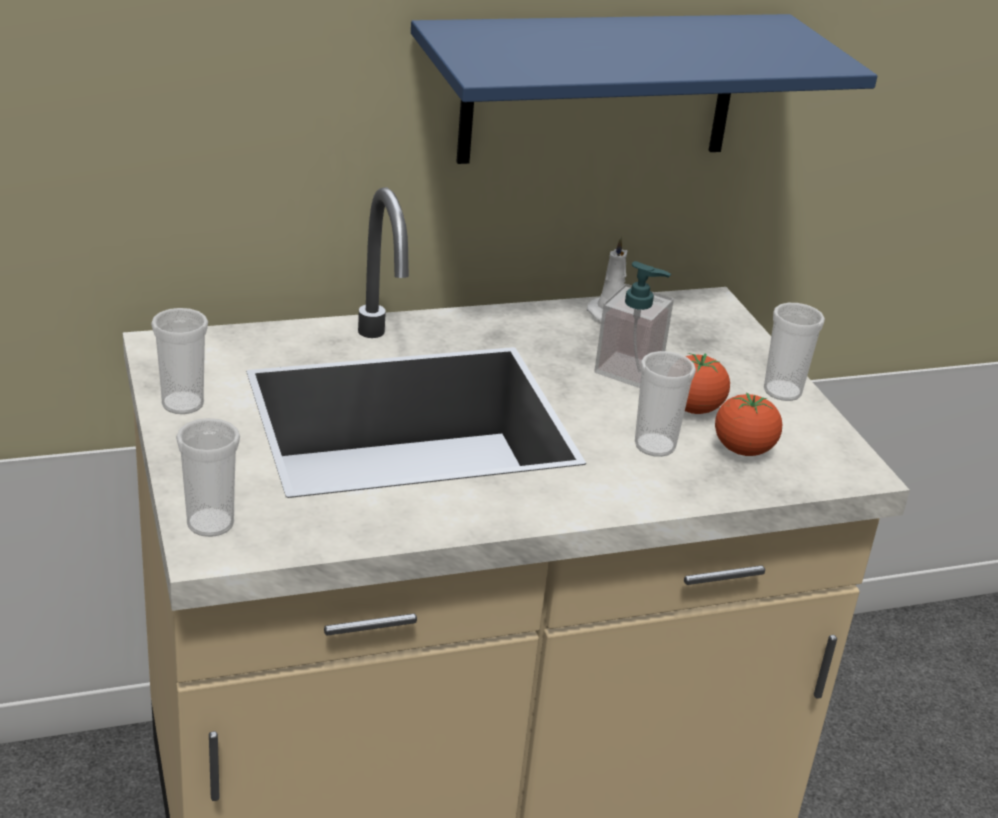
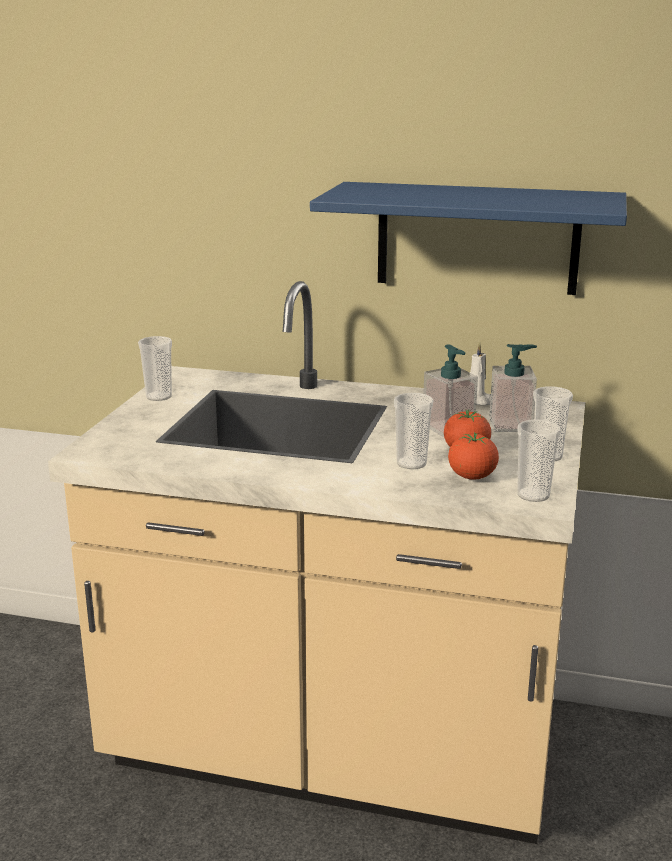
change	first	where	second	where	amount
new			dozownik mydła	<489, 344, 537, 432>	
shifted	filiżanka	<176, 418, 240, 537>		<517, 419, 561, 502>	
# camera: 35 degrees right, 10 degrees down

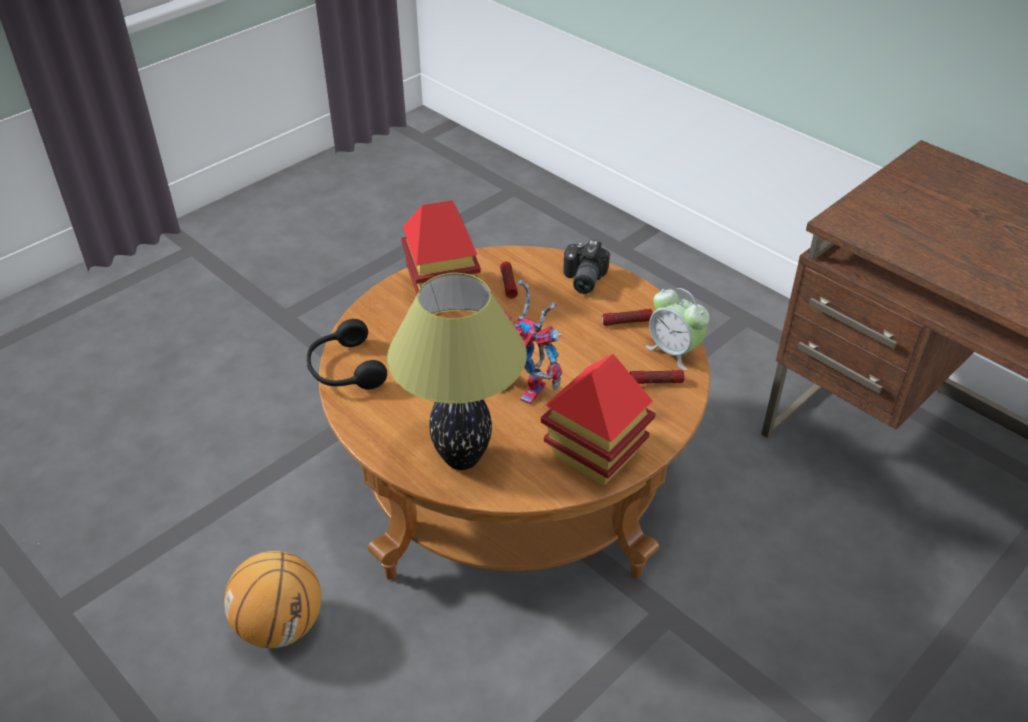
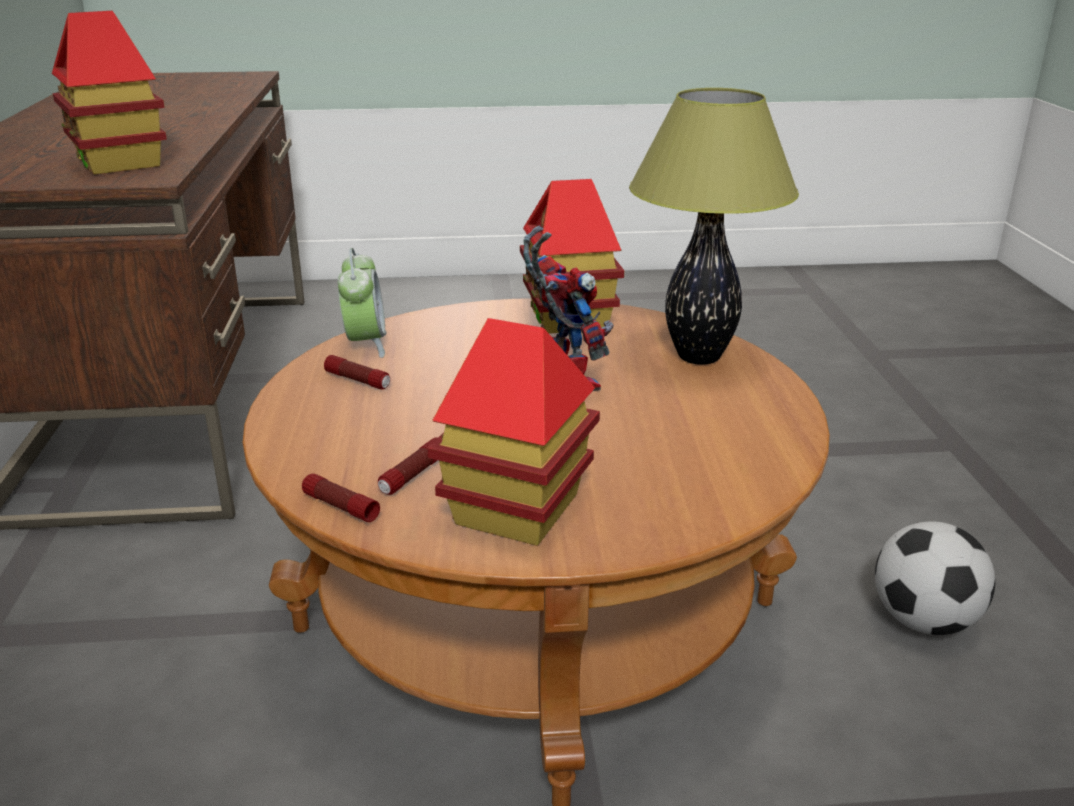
change	first	where	second	where	amount
new			domek	<52, 11, 167, 175>	
shifted	latarka	<630, 370, 684, 384>		<302, 474, 380, 522>	
swapped	piłka do koszykówki	<224, 551, 321, 648>	piłka futbolowa	<875, 521, 995, 635>	
gone	słuchawki [czarny]	<307, 319, 387, 389>			
gone	aparat fotograficzny	<564, 240, 610, 294>			
# camera: 140 degrees left, 15 degrees down

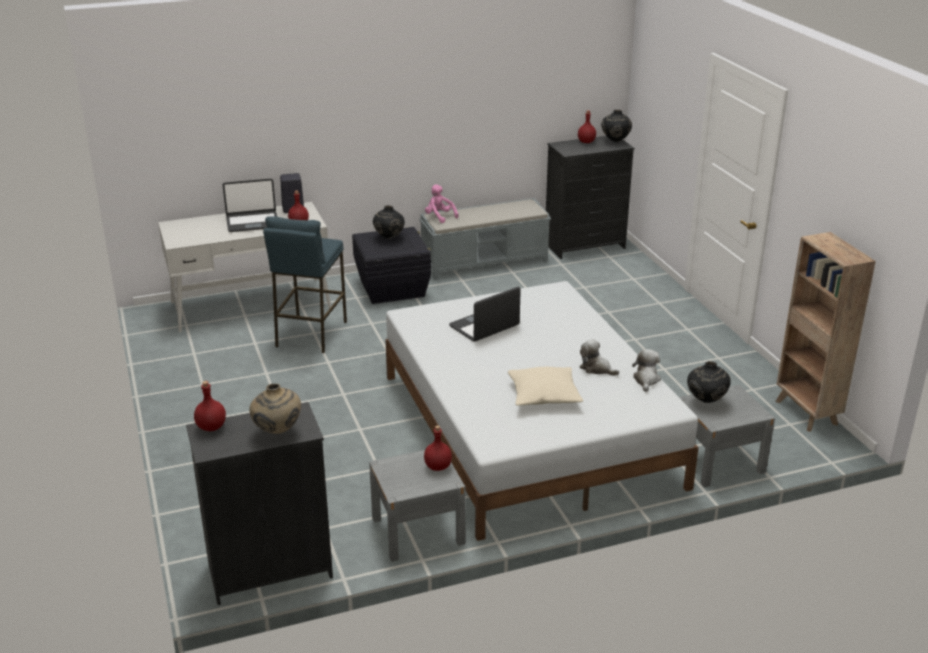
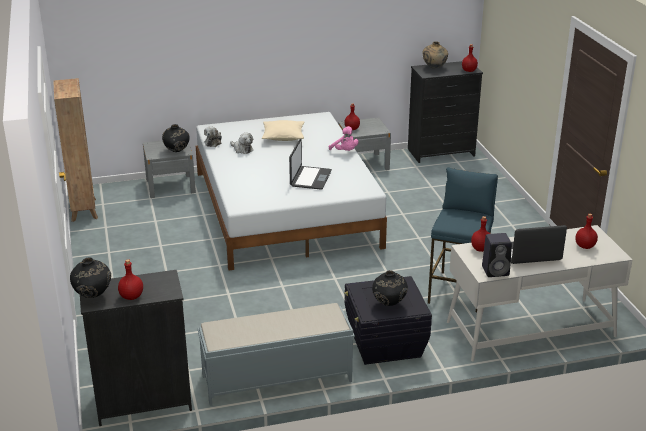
change	first	where	second	where	amount
rotated	laptop	<449, 287, 521, 341>		<289, 139, 332, 190>	45 degrees counterclockwise
shifted	pluszak [różowy]	<425, 184, 459, 223>		<329, 126, 358, 151>	
new			butelka [czerwony]	<575, 214, 598, 249>	
# camera: 175 degrees left, 0 degrees up

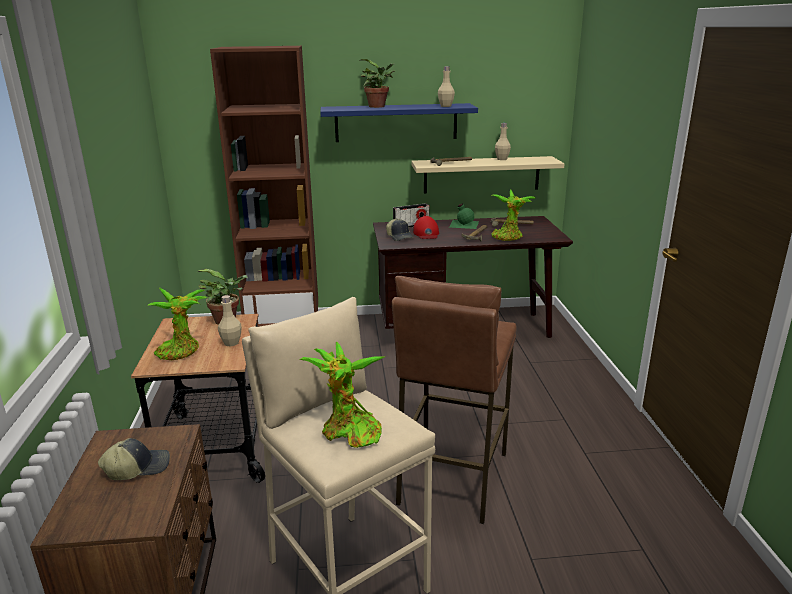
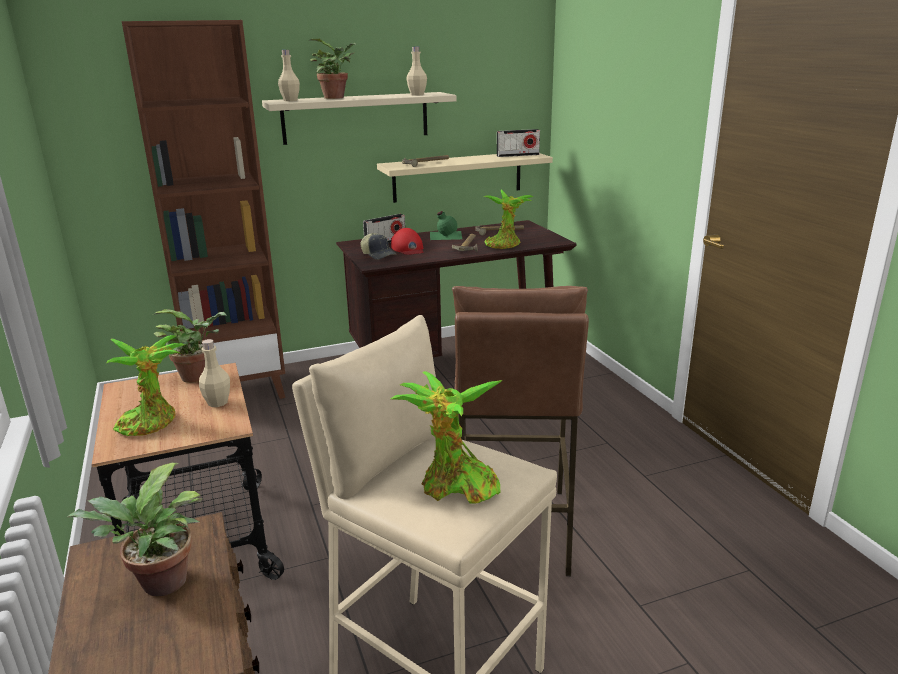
change	first	where	second	where	amount
swapped	czapka z daszkiem	<98, 438, 170, 480>	roślina doniczkowa	<66, 463, 202, 596>	
repainted	półka [niebieski]	<320, 103, 478, 142>	półka [beżowy]	<262, 92, 457, 145>	
shifted	butelka [beżowy]	<495, 123, 511, 160>		<278, 50, 300, 101>	
new			radio	<497, 129, 540, 157>	
# camera: 15 degrees left, 0 degrees up

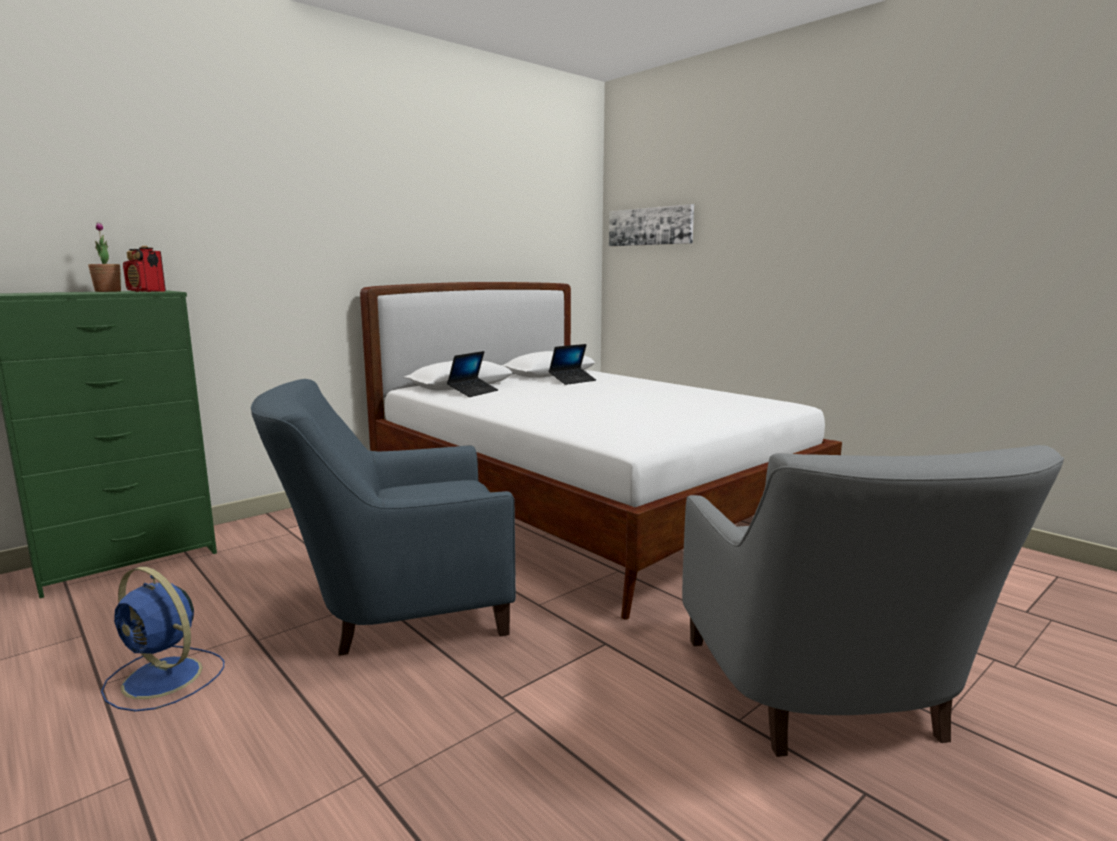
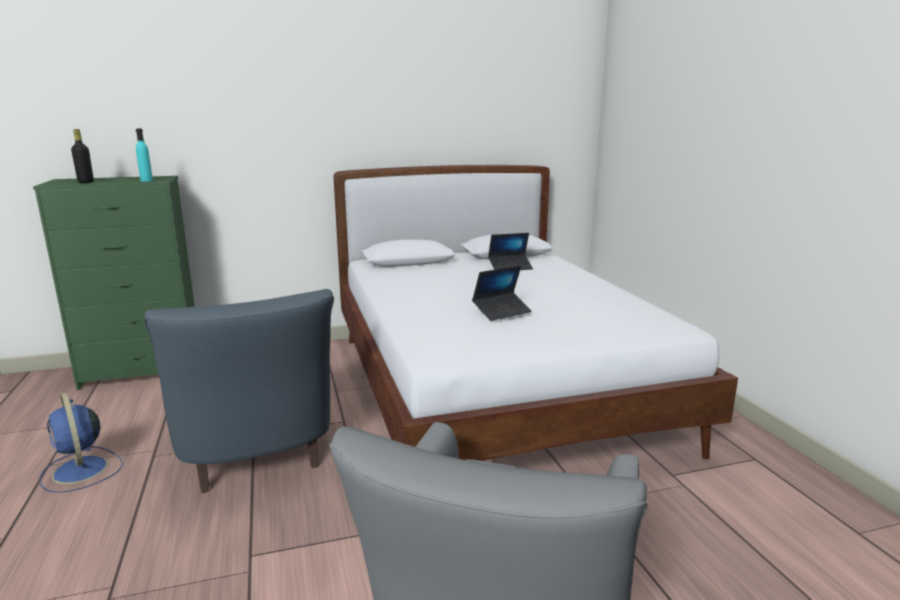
change	first	where	second	where	amount
new			butelka [czarny]	<71, 129, 94, 183>	
swapped	radio	<123, 246, 166, 292>	butelka [turkusowy]	<136, 129, 153, 182>	
rotated	fotel [niebieski]	<251, 379, 516, 656>		<145, 289, 334, 493>	120 degrees counterclockwise
shifted	laptop	<447, 351, 498, 397>		<472, 265, 532, 321>	
gone	roślina doniczkowa	<88, 222, 121, 292>			
gone	obraz	<609, 204, 694, 246>			
# camera: 25 degrees right, 5 degrees up

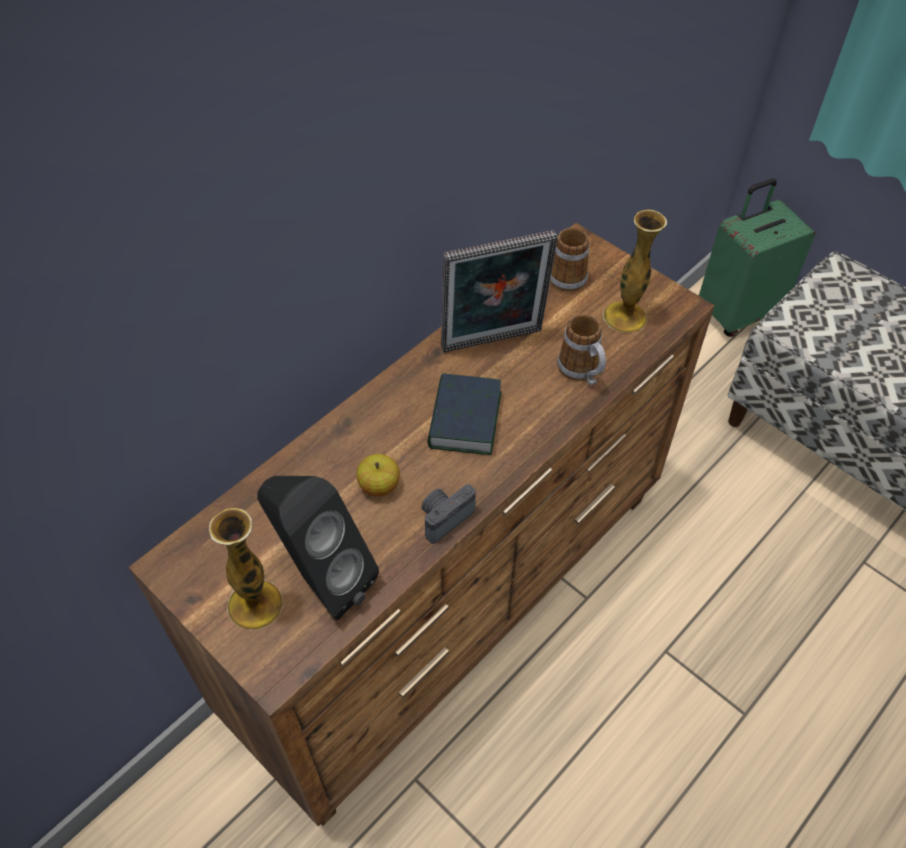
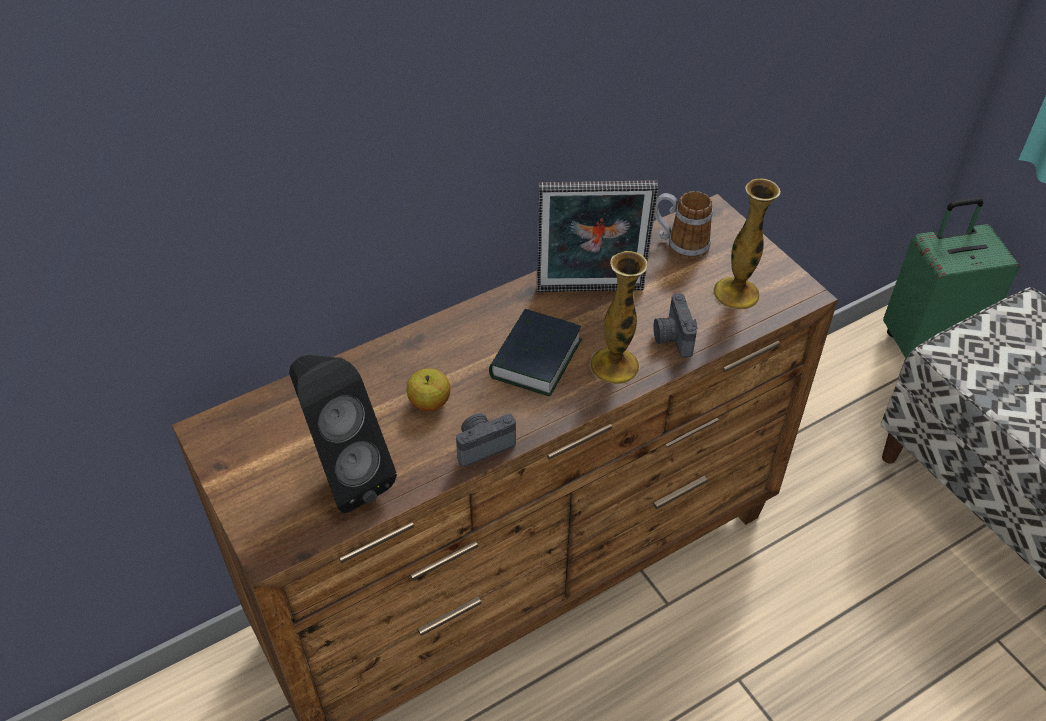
change	first	where	second	where	amount
shifted	wazon	<209, 508, 283, 630>		<589, 251, 647, 384>	
swapped	kubek	<557, 314, 606, 385>	aparat fotograficzny	<654, 293, 697, 358>	
# camera: 15 degrees right, 5 degrees down

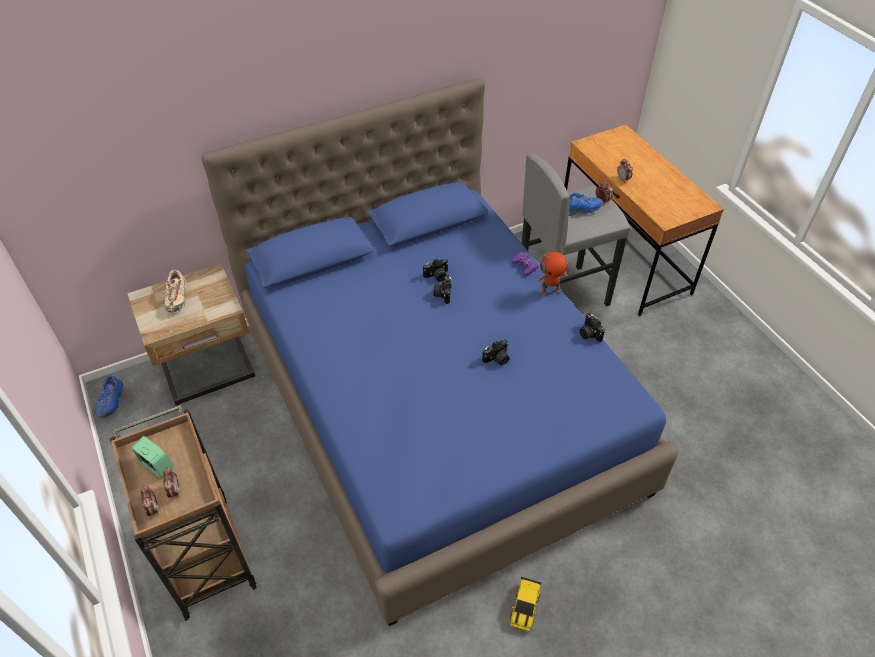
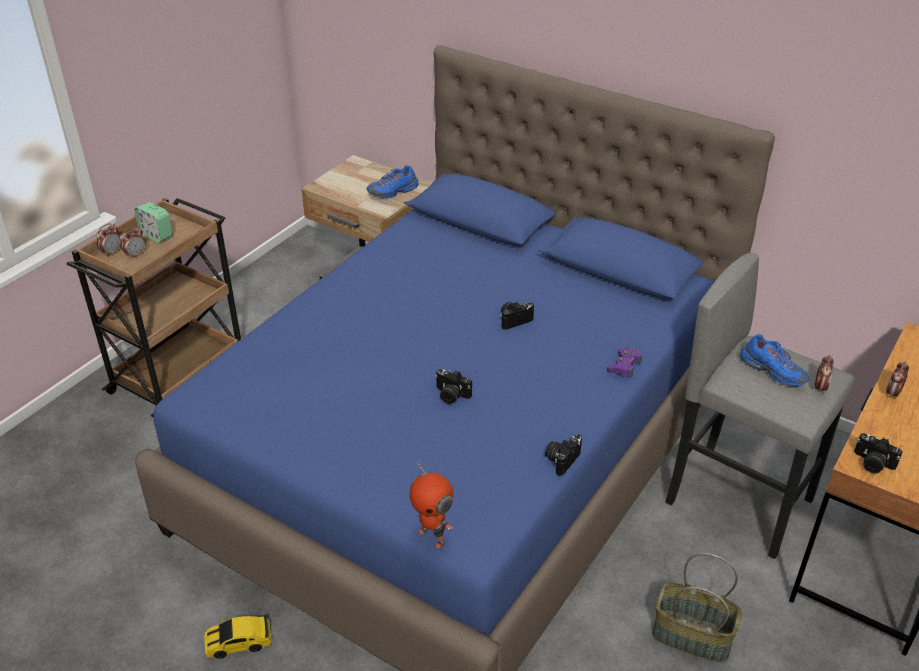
change	first	where	second	where	amount
rotated	budzik	<131, 436, 174, 478>		<134, 202, 173, 243>	120 degrees clockwise
shifted	but [niebieski]	<96, 376, 123, 418>		<366, 165, 418, 199>	
shifted	robot zabawkowy	<537, 252, 568, 296>		<410, 461, 453, 548>	
new			koszyk	<652, 553, 742, 662>	
shifted	aparat fotograficzny	<423, 259, 449, 282>		<854, 433, 903, 474>	
gone	but [beżowy]	<164, 270, 186, 312>			
# camera: 60 degrees right, 10 degrees down

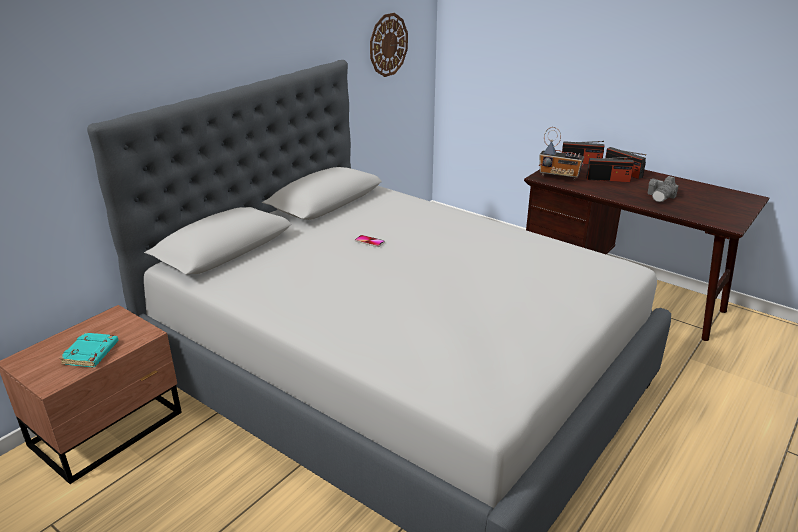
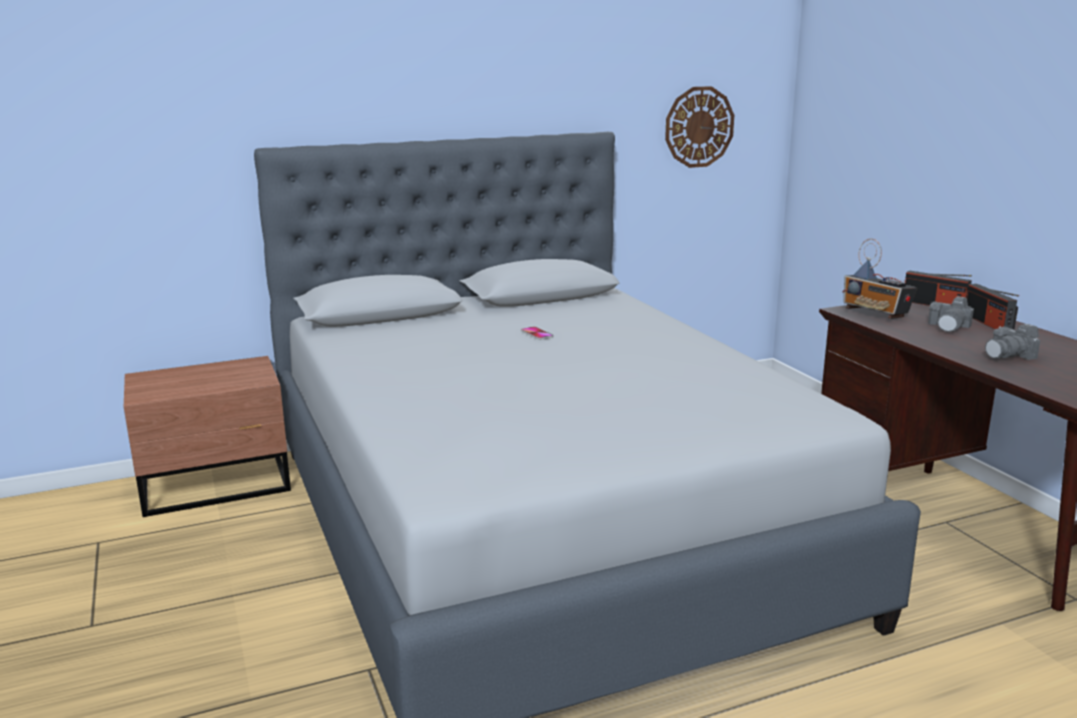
change	first	where	second	where	amount
swapped	radio	<586, 157, 634, 182>	aparat fotograficzny	<928, 296, 974, 332>	
gone	książka [turkusowy]	<59, 332, 119, 367>			
# camera: 30 degrees right, 10 degrees down

